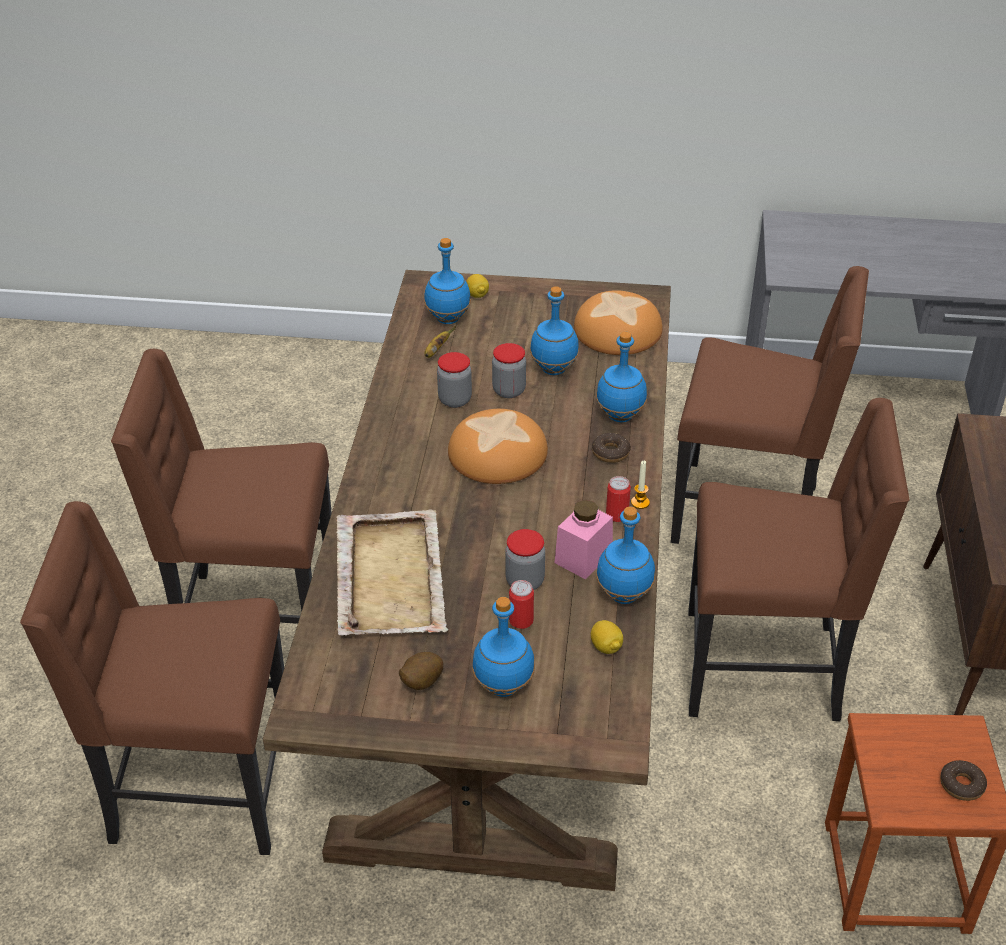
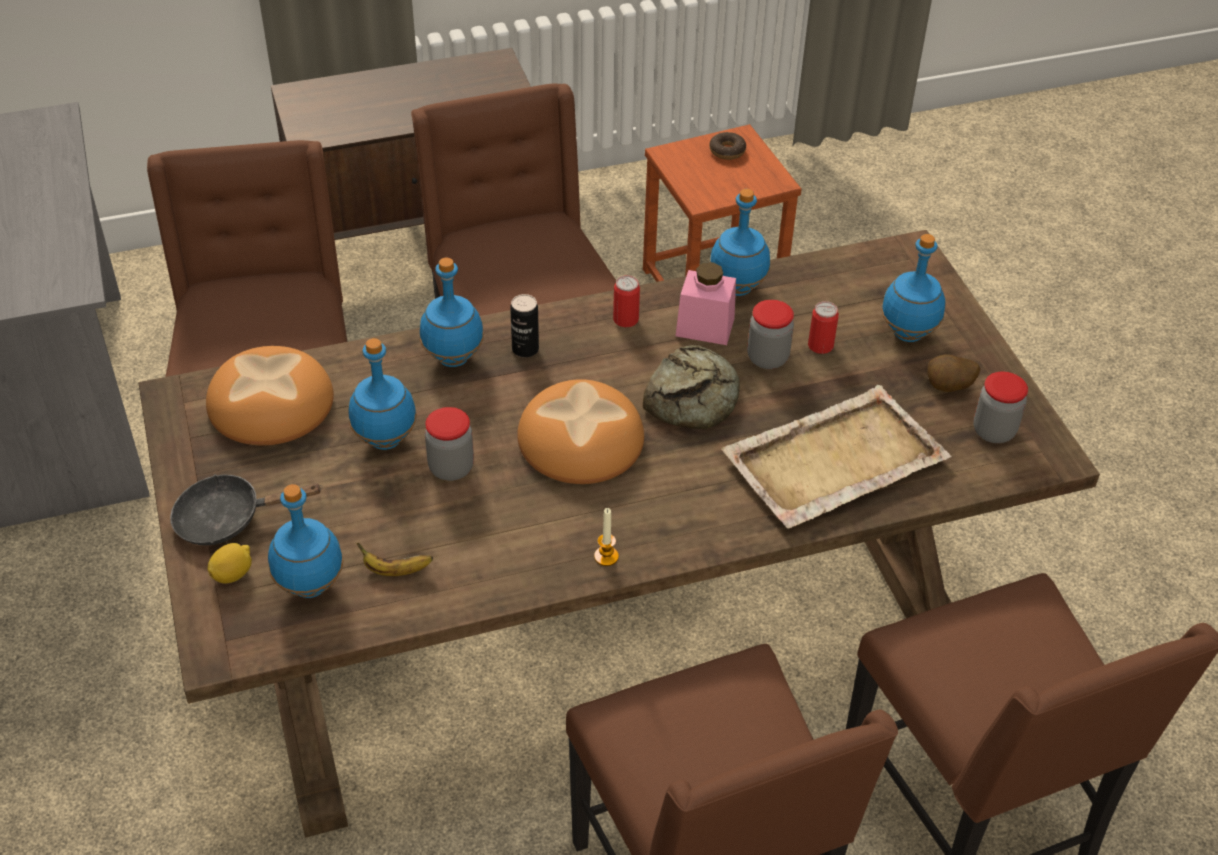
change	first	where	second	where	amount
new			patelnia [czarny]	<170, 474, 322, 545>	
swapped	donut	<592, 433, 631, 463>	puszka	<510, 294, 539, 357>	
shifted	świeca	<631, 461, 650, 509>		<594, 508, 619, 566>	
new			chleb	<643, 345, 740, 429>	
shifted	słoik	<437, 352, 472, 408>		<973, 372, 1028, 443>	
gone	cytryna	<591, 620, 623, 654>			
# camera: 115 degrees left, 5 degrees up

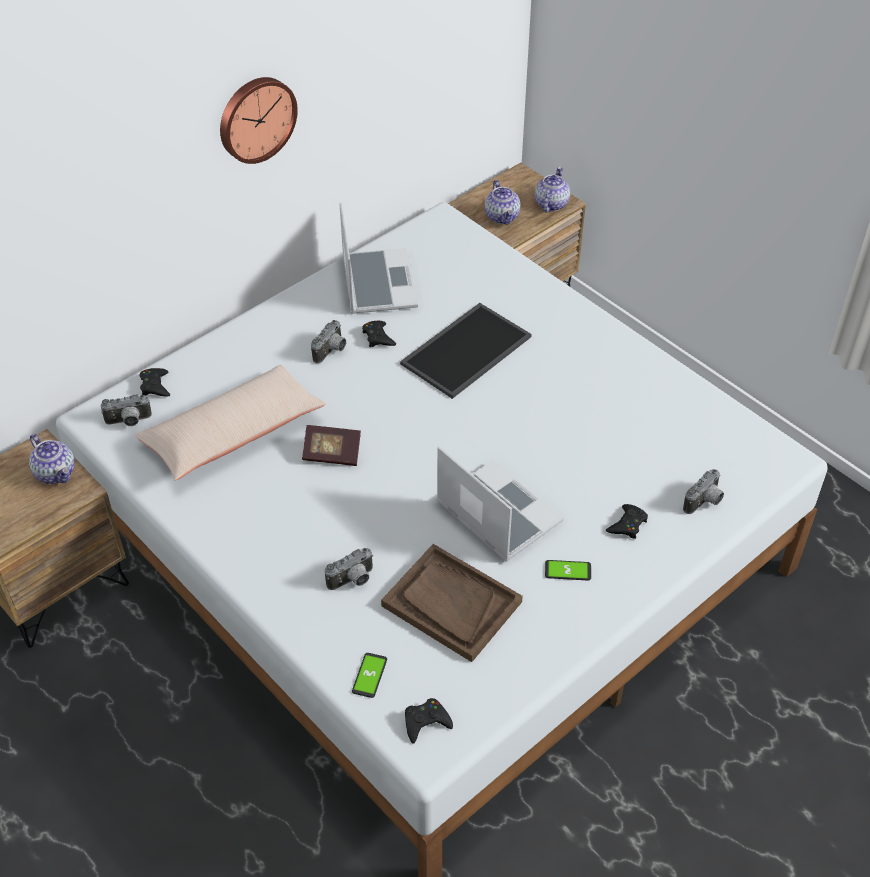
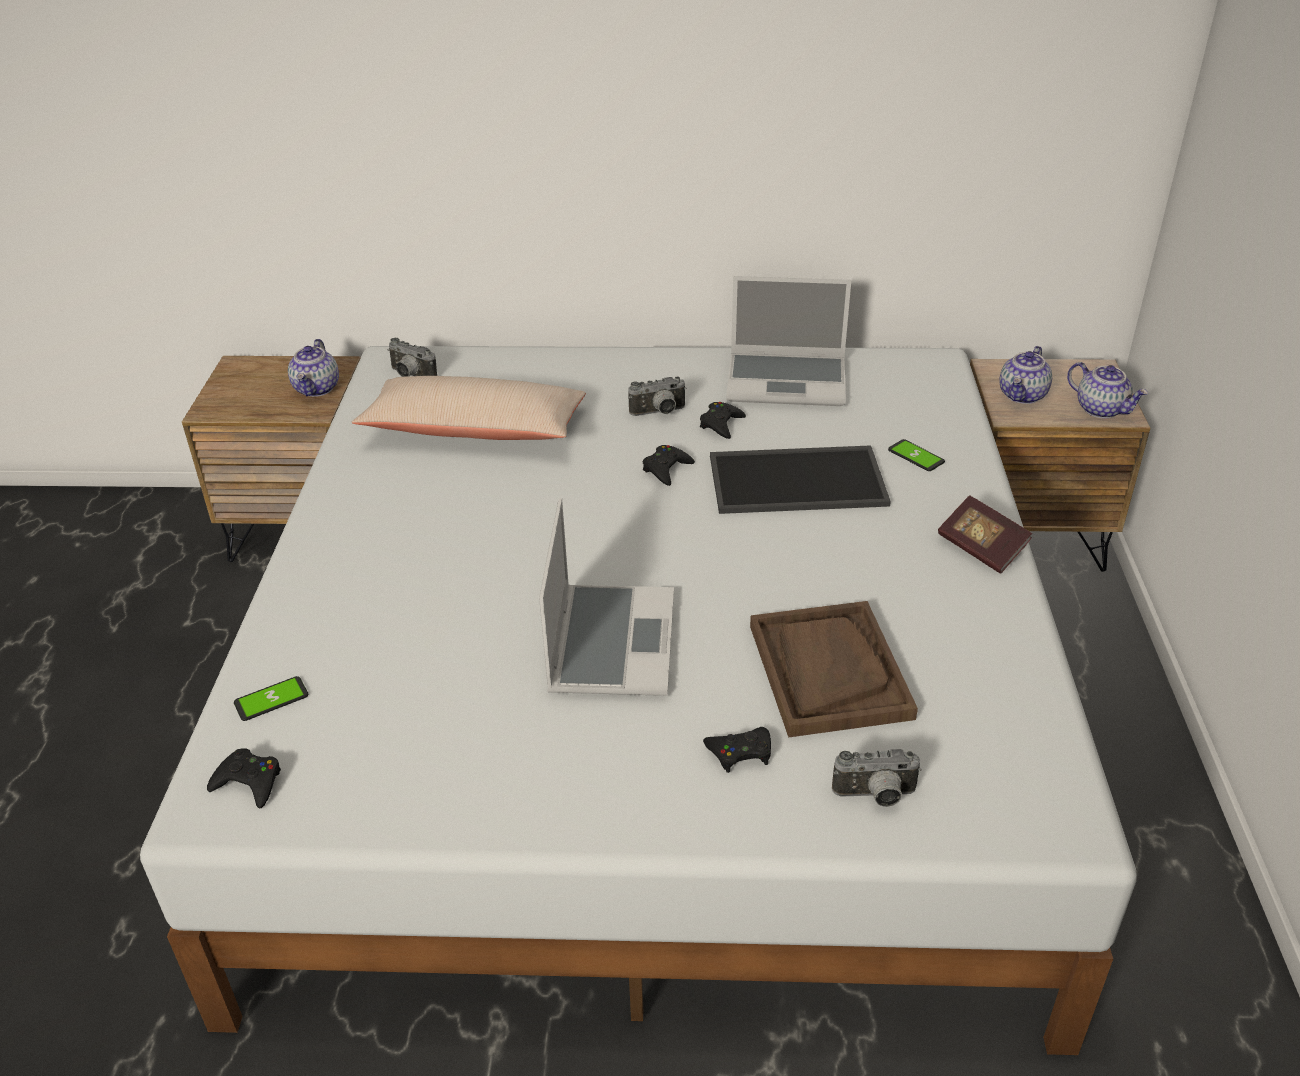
change	first	where	second	where	amount
shifted	pad do gier [czarny]	<139, 368, 170, 397>		<643, 445, 695, 486>	
rotated	laptop	<340, 202, 418, 314>		<726, 276, 851, 406>	60 degrees clockwise
shifted	taca [brązowy]	<381, 544, 523, 662>		<750, 601, 918, 738>	
shifted	telefon	<545, 560, 591, 581>		<888, 439, 945, 471>	
shifted	książka	<302, 425, 361, 466>		<938, 495, 1032, 574>	
rotated	imbryk	<535, 167, 570, 212>		<1067, 362, 1148, 418>	75 degrees clockwise
gone	zegar ścienny	<220, 77, 298, 164>			
gone	aparat fotograficzny	<325, 548, 374, 590>			
# camera: 45 degrees right, 10 degrees down

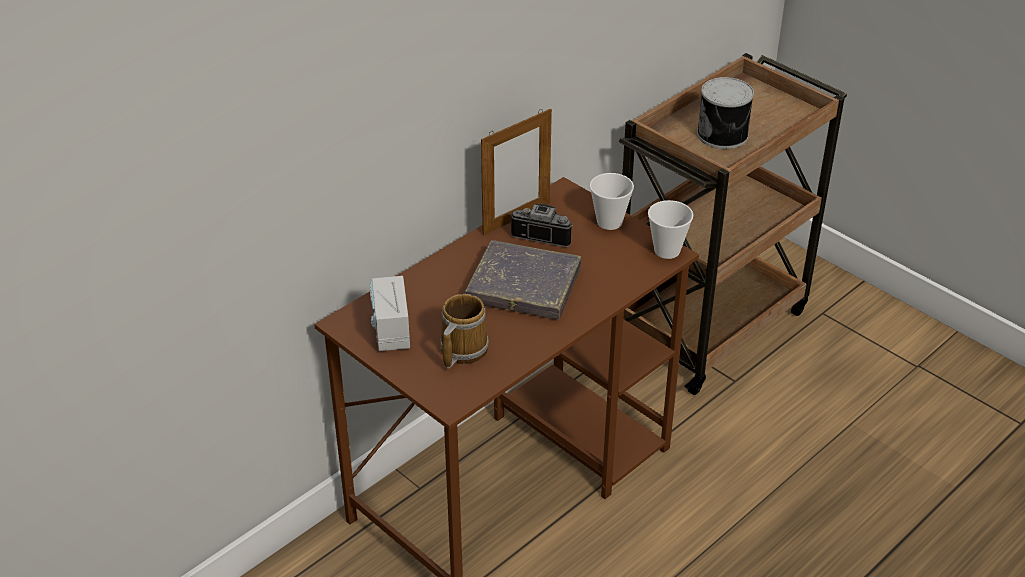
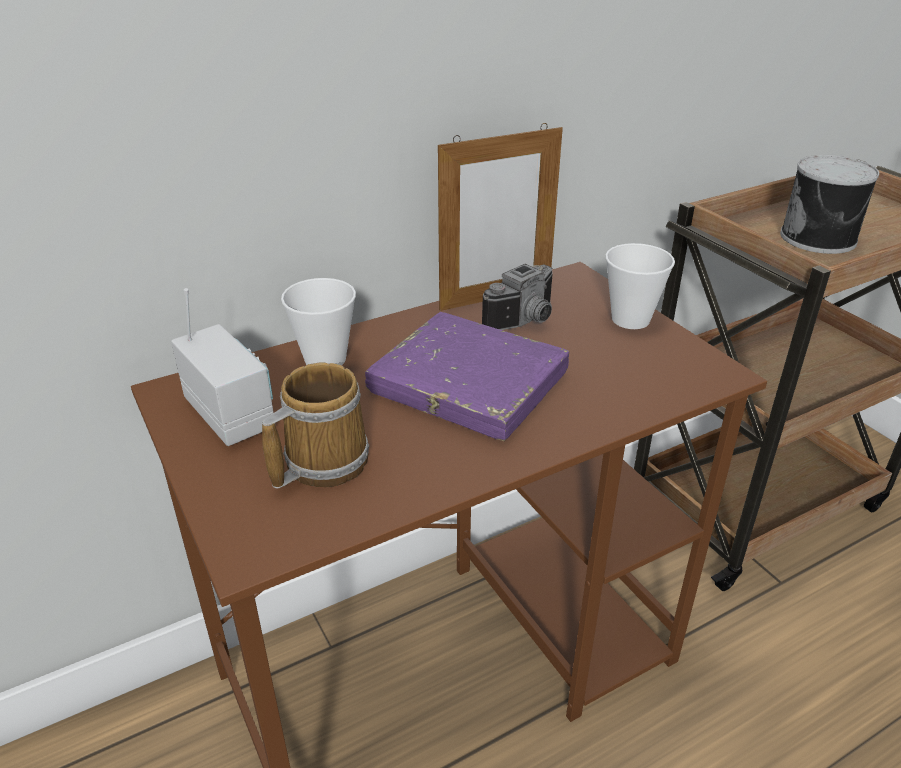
change	first	where	second	where	amount
rotated	radio	<369, 276, 410, 351>		<171, 288, 274, 446>	135 degrees clockwise
shifted	filiżanka	<648, 200, 693, 259>		<281, 278, 356, 365>	
repainted	książka [szary]	<465, 240, 581, 320>	książka [fioletowy]	<365, 312, 569, 441>	
rotated	aparat fotograficzny	<510, 204, 572, 247>		<482, 264, 553, 330>	105 degrees clockwise
# camera: 15 degrees right, 5 degrees down

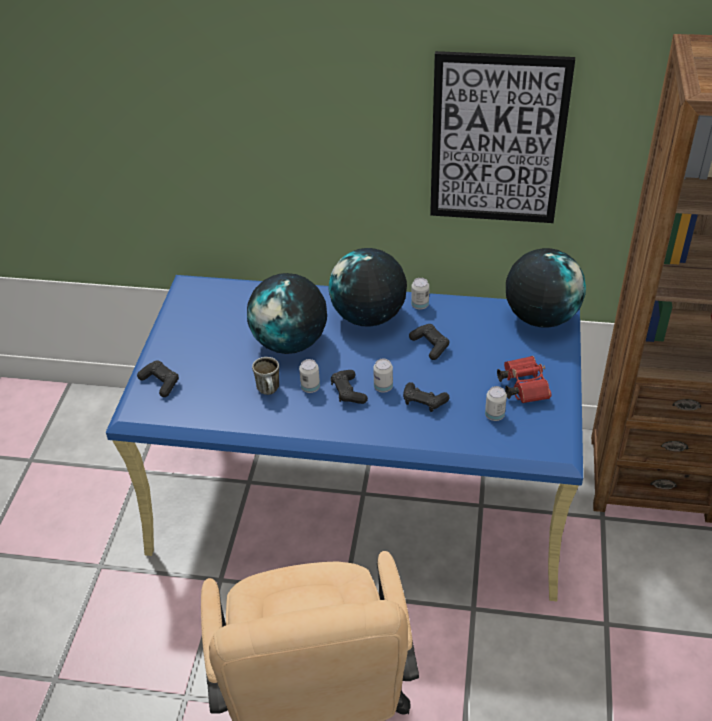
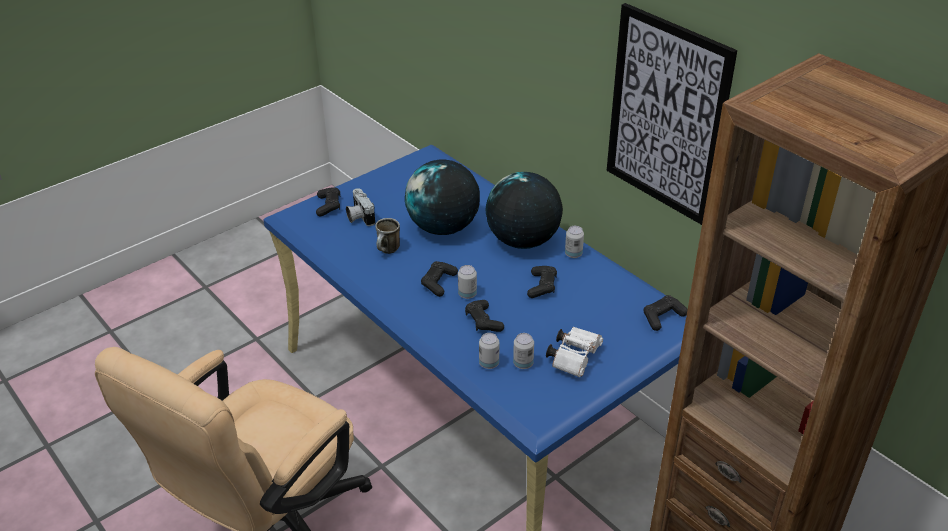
change	first	where	second	where	amount
new			aparat fotograficzny	<346, 188, 375, 226>	
shifted	puszka	<299, 359, 320, 393>		<479, 333, 499, 369>	
repainted	lornetka [czerwony]	<497, 356, 551, 403>	lornetka [biały]	<546, 327, 603, 377>	
swapped	globus	<506, 248, 586, 328>	pad do gier [czarny]	<643, 295, 688, 331>	
# camera: 40 degrees right, 5 degrees down

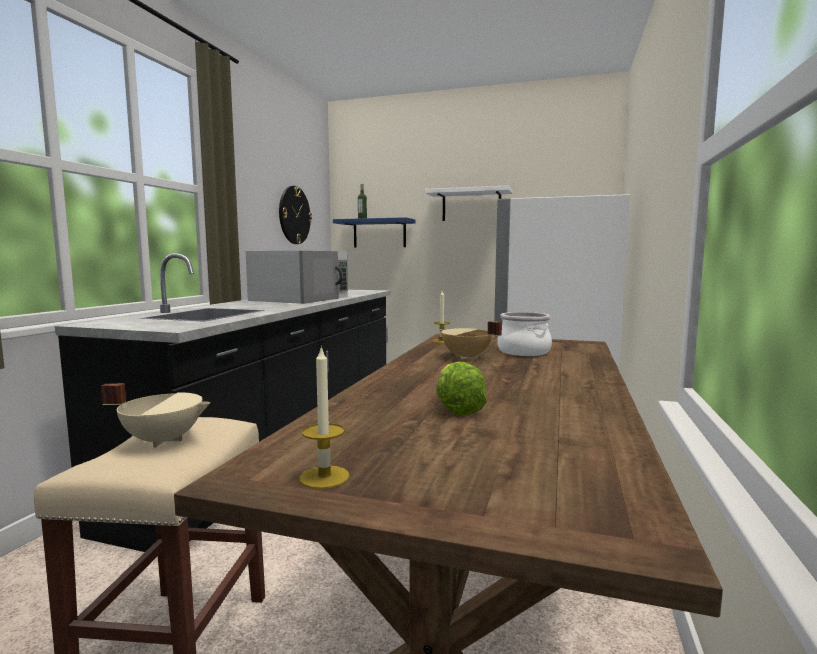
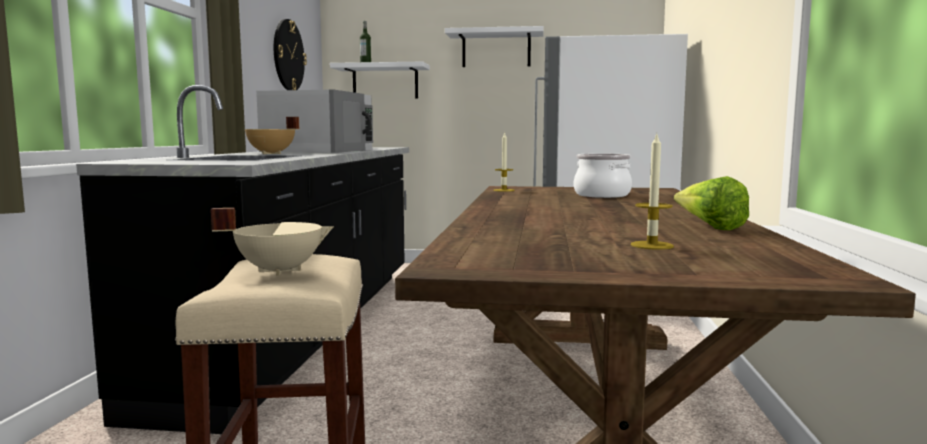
change	first	where	second	where	amount
shifted	garnek [beżowy]	<439, 321, 502, 359>		<245, 117, 299, 154>	
repainted	półka [niebieski]	<333, 217, 416, 248>	półka [biały]	<330, 62, 430, 99>	
shifted	świeca	<300, 345, 350, 489>		<630, 134, 674, 250>	
shifted	sałata	<436, 361, 487, 416>		<674, 176, 749, 230>	
# camera: 10 degrees left, 0 degrees up

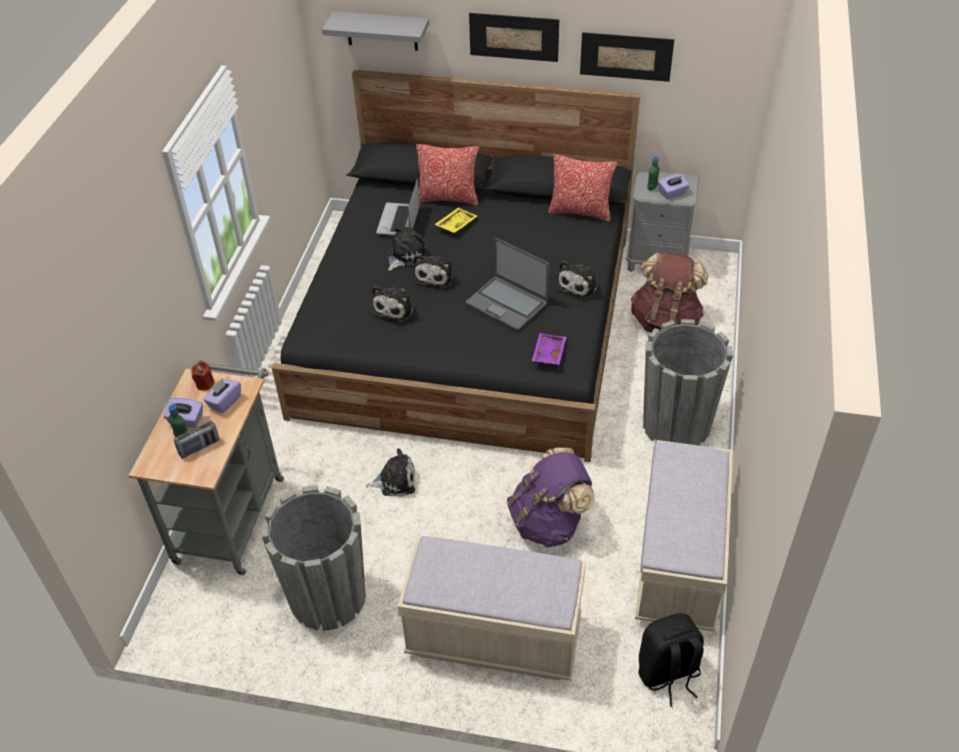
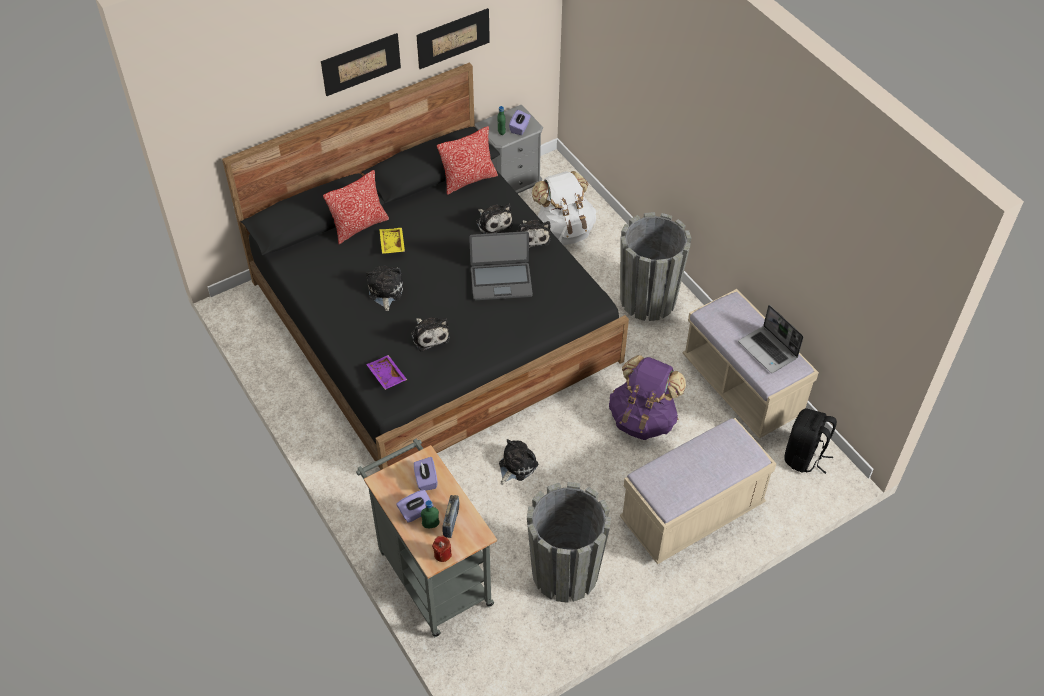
change	first	where	second	where	amount
shifted	taca [fioletowy]	<532, 333, 566, 365>		<366, 355, 407, 390>	
shifted	świeca [czerwony]	<191, 361, 214, 390>		<432, 536, 452, 562>	
shifted	pluszak	<414, 255, 453, 288>		<476, 204, 513, 234>	
repainted	plecak [brązowy]	<631, 252, 708, 332>	plecak [biały]	<532, 171, 596, 245>	
shifted	laptop	<376, 178, 420, 236>		<738, 305, 804, 373>	
gone	półka [szary]	<322, 11, 429, 51>			
# camera: 45 degrees left, 5 degrees up

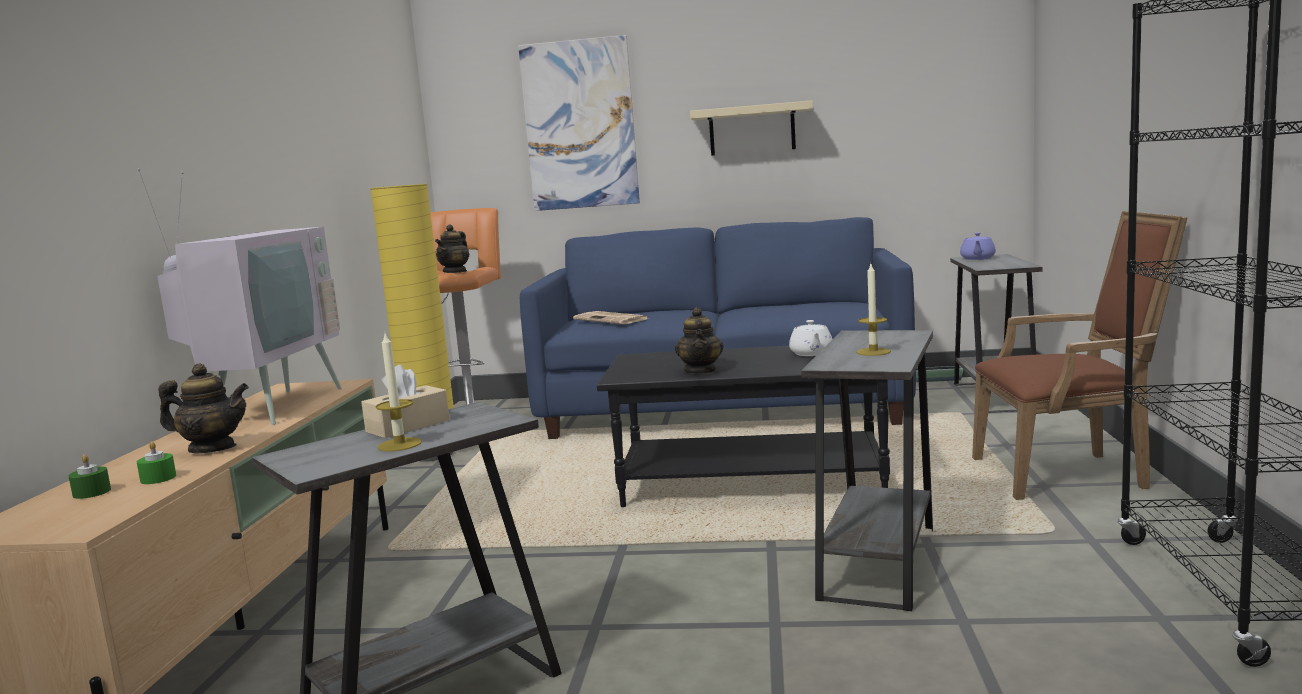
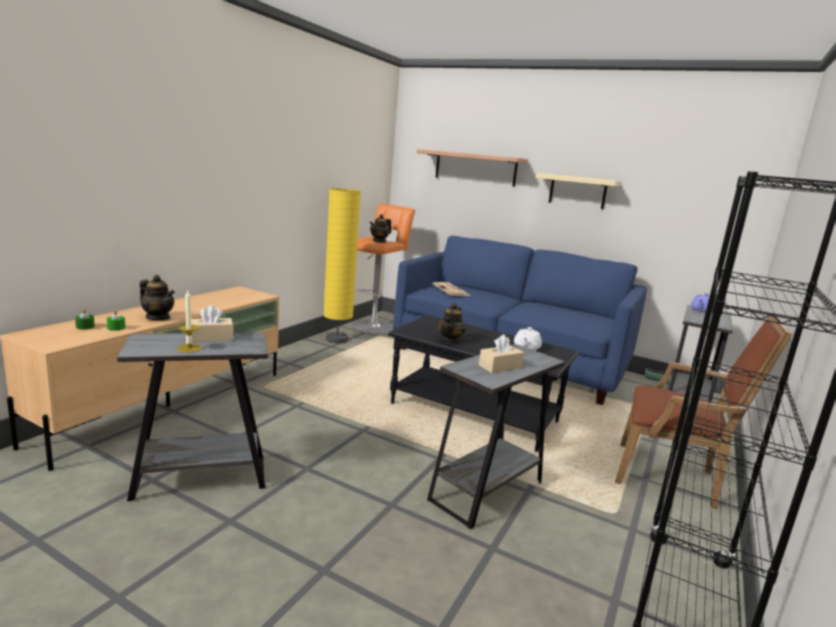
change	first	where	second	where	amount
swapped	obraz	<518, 35, 640, 211>	półka	<417, 149, 528, 186>	
swapped	świeca	<856, 264, 891, 356>	pudełko chusteczek [beżowy]	<479, 334, 524, 373>	
gone	telewizor	<137, 168, 342, 425>			
# camera: 20 degrees right, 5 degrees up

